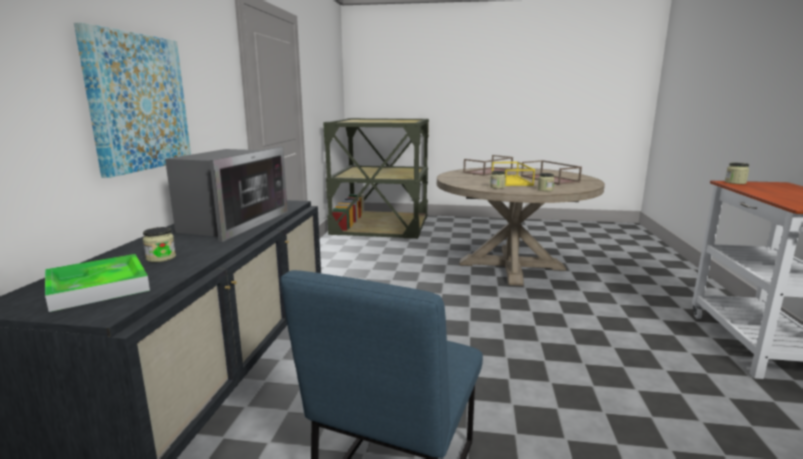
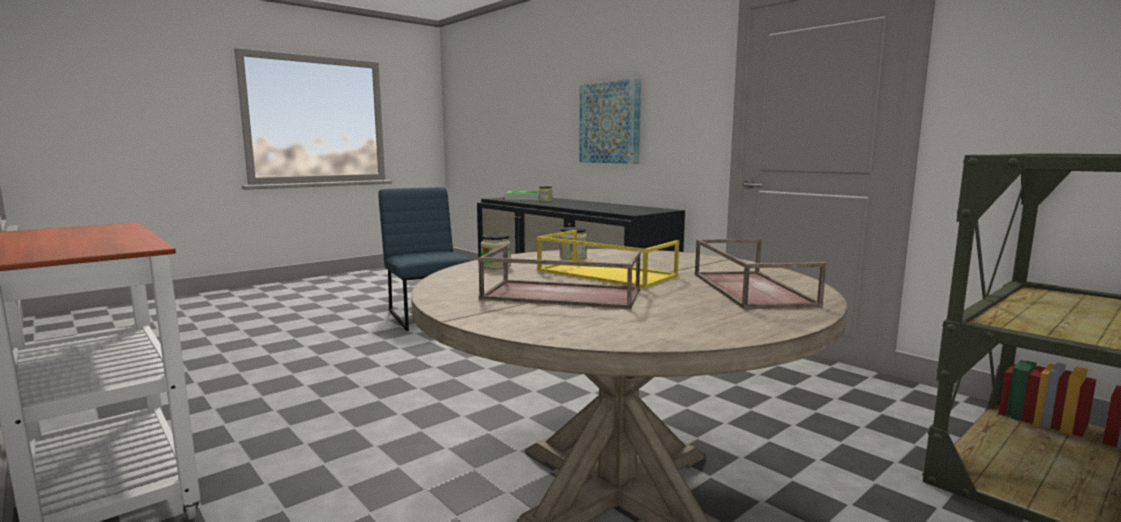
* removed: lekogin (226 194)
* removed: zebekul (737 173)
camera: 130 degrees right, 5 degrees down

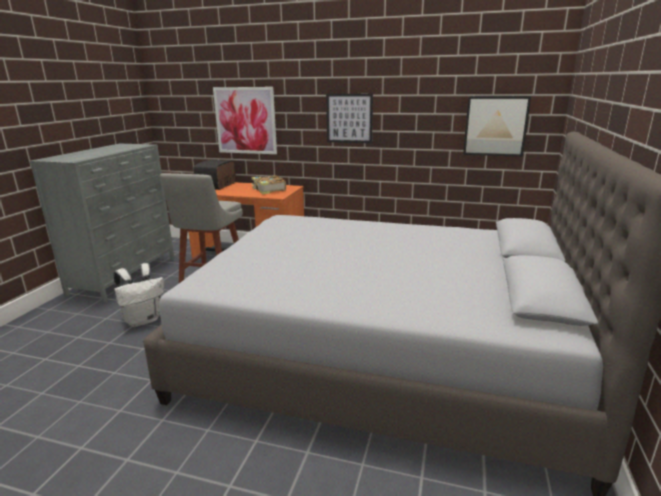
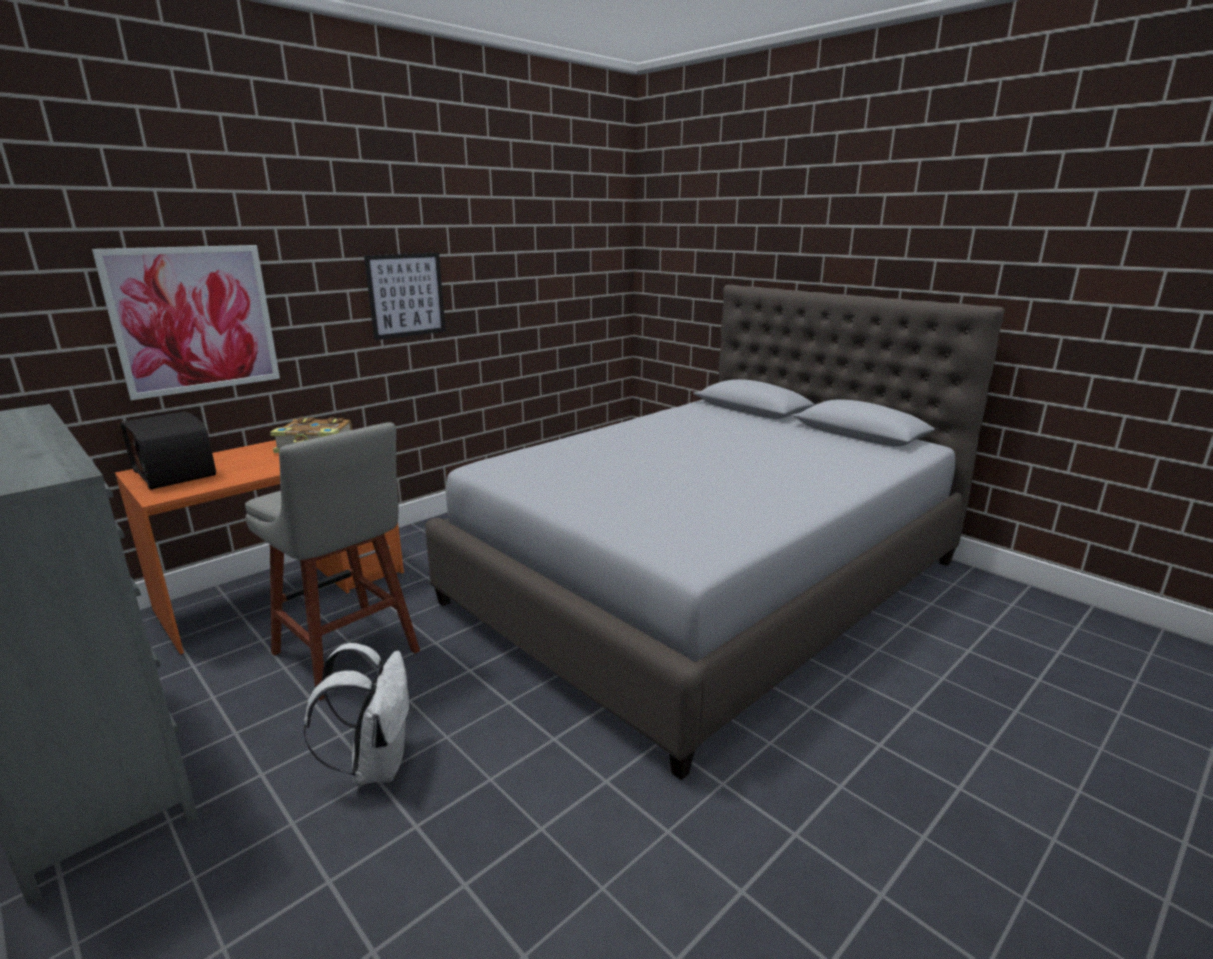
* removed: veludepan (497 126)
camera: 60 degrees left, 0 degrees up

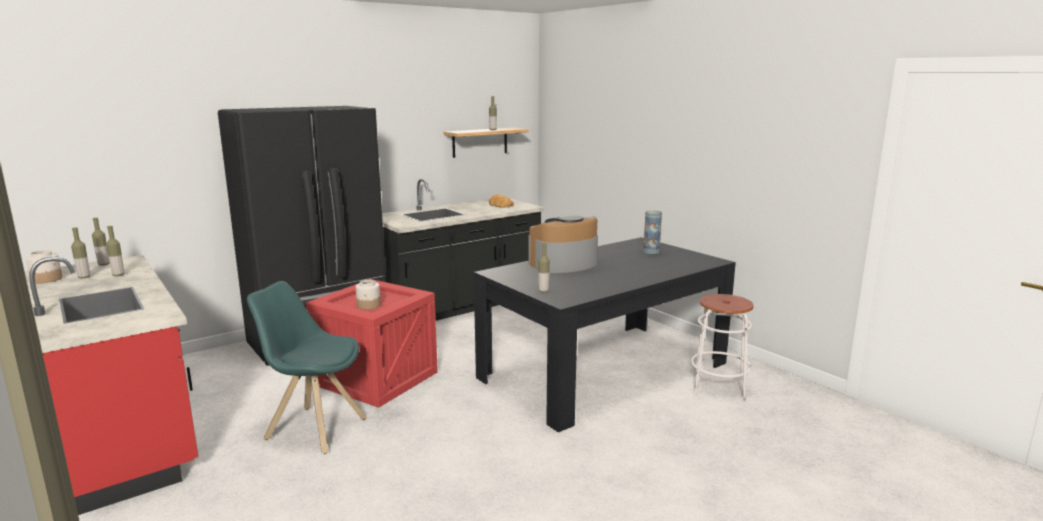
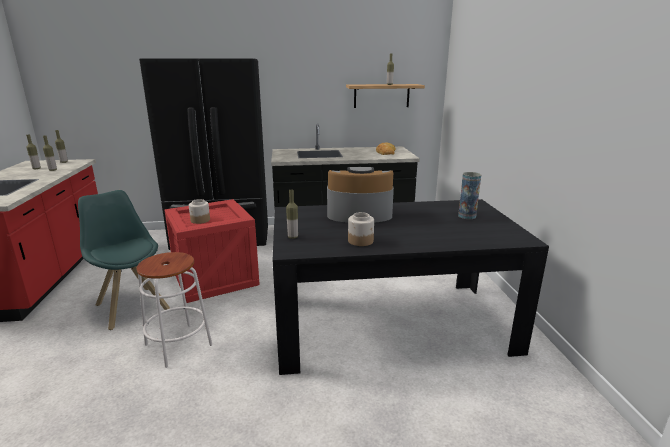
* moved: zebekul (44 266) to (361 229)
* moved: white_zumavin (722 347) to (174 310)
camera: 30 degrees right, 5 degrees up

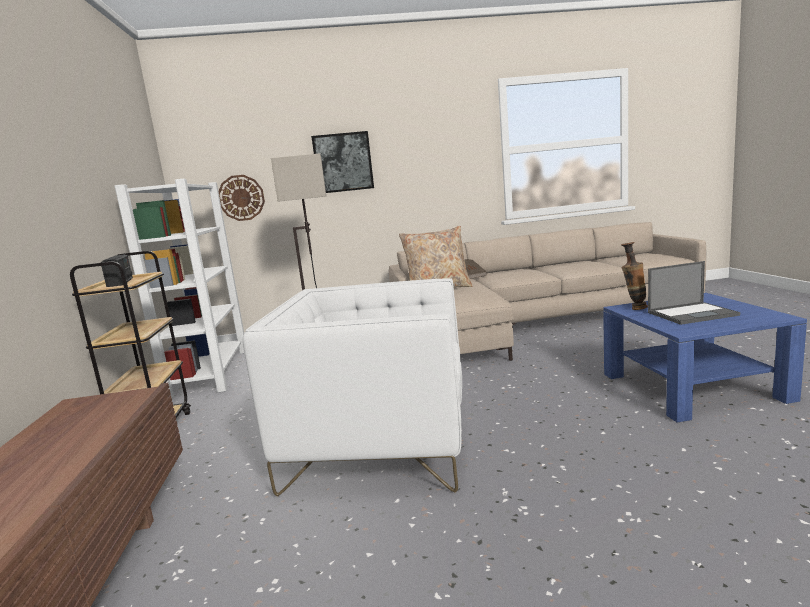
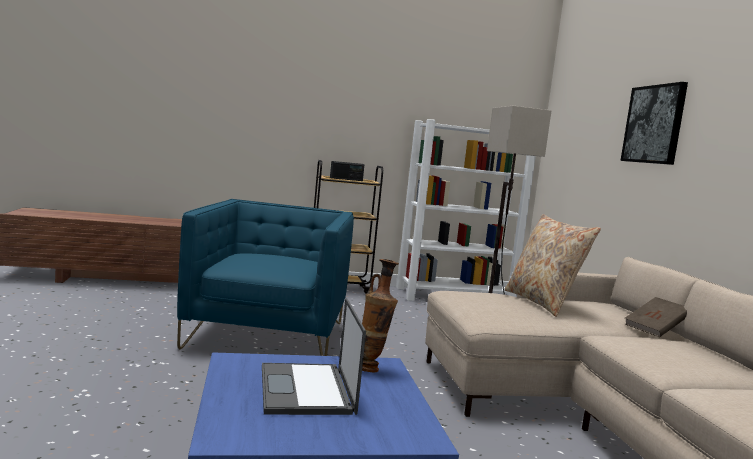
* removed: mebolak (241 198)
* recoloured: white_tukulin (352 387) to blue_tukulin (265 277)
camera: 85 degrees right, 5 degrees down

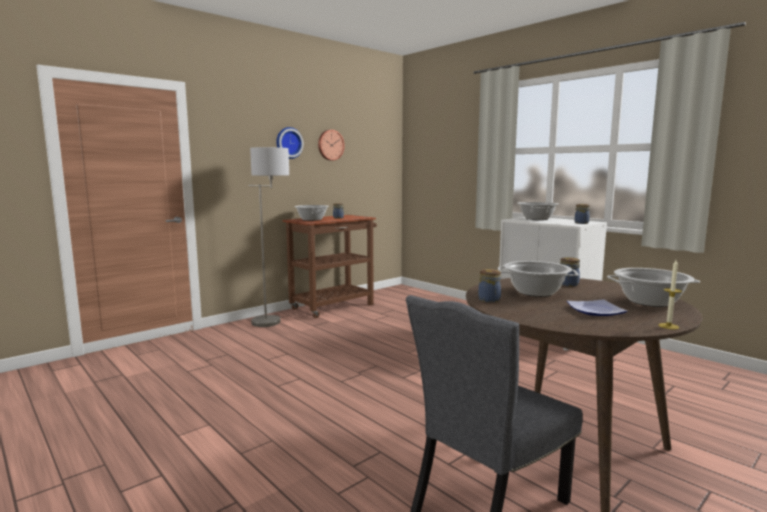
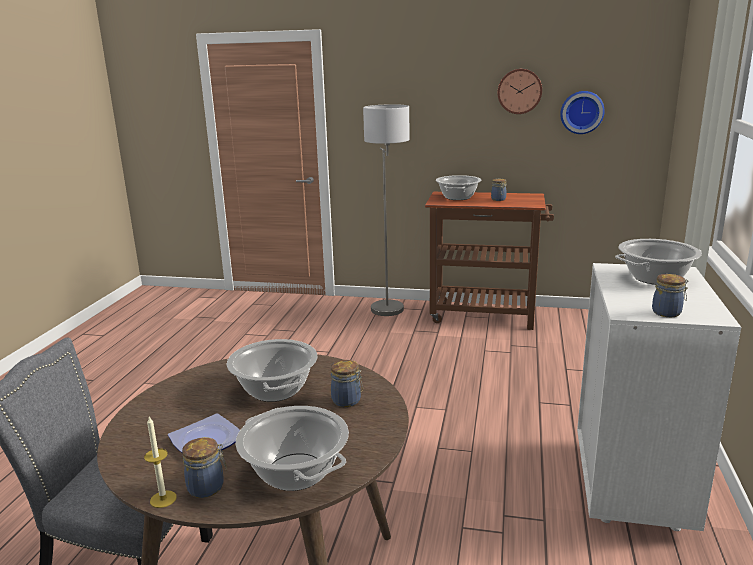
* moved: mebolak (290 143) to (582 112)
* moved: zebekul (489 285) to (204 467)
camera: 55 degrees right, 10 degrees up

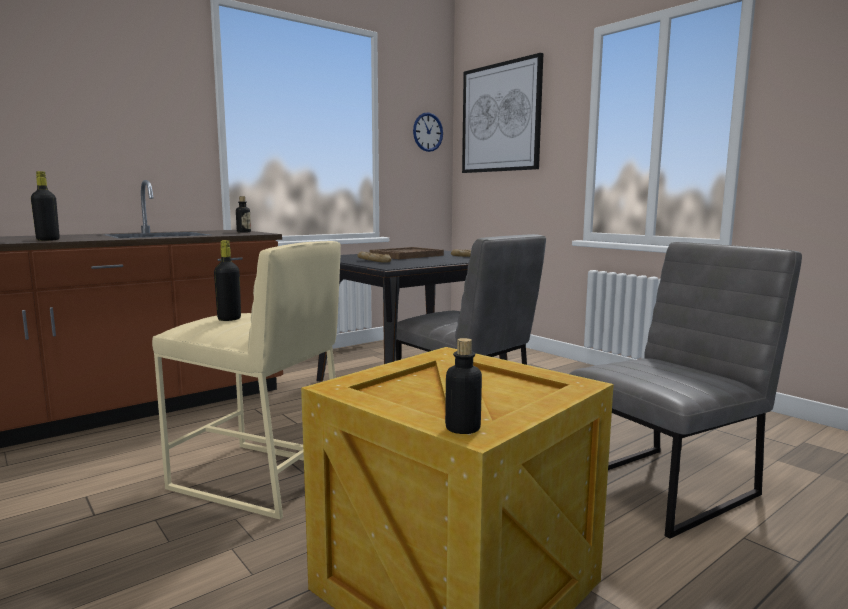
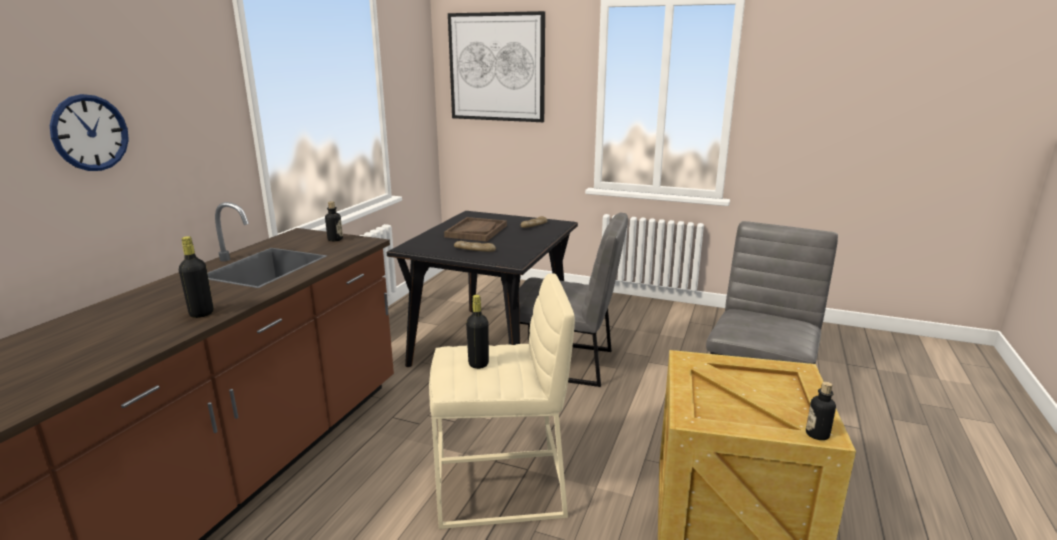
* moved: mebolak (428 132) to (89 132)
camera: 30 degrees left, 10 degrees up

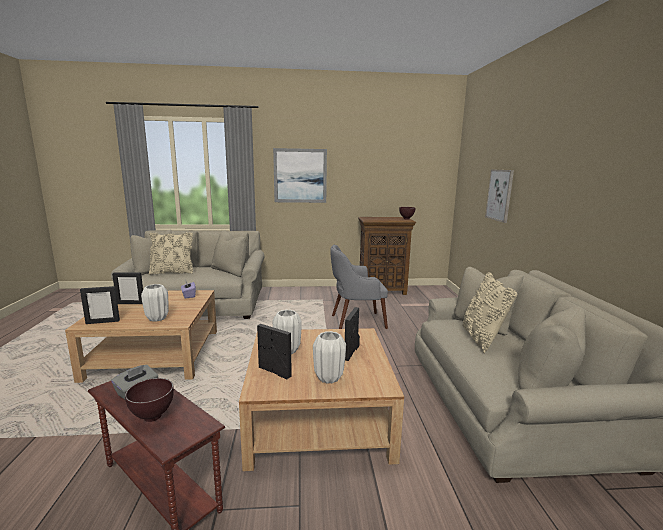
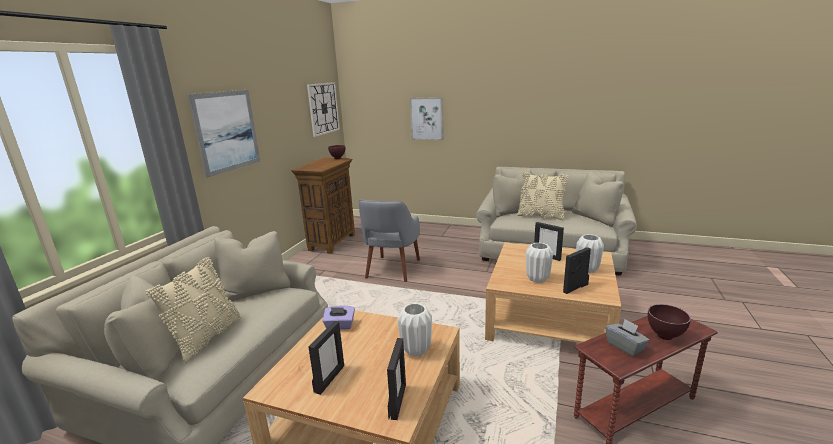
* added: mebolak (323 109)
camera: 65 degrees left, 5 degrees up

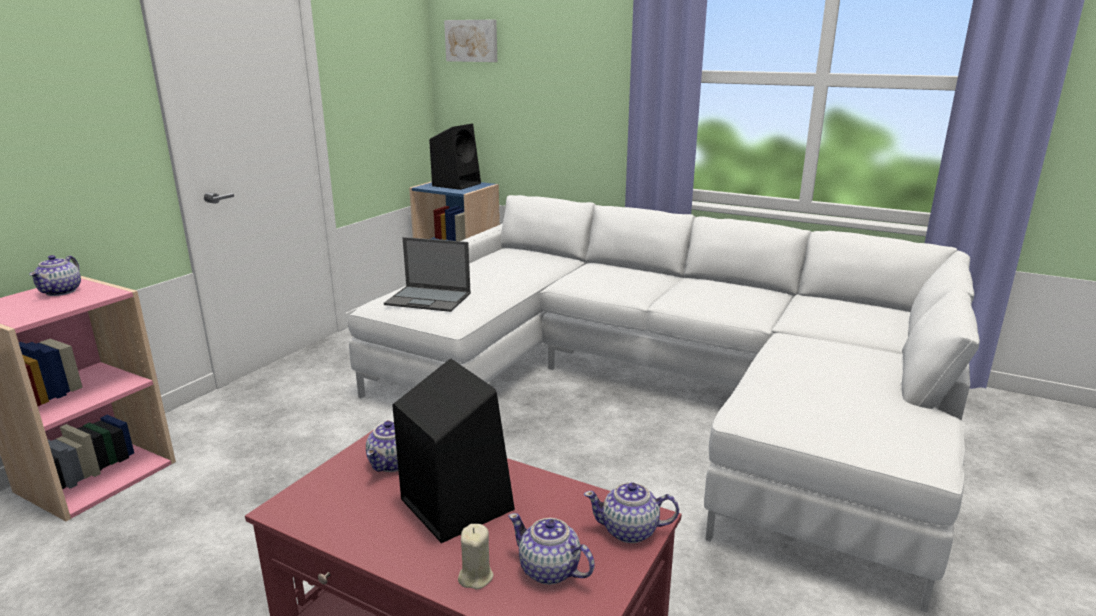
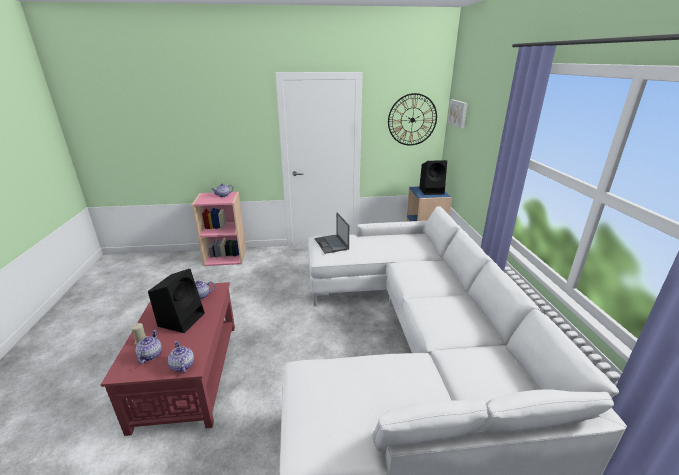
* added: mebolak (412 119)
camera: 55 degrees right, 5 degrees up

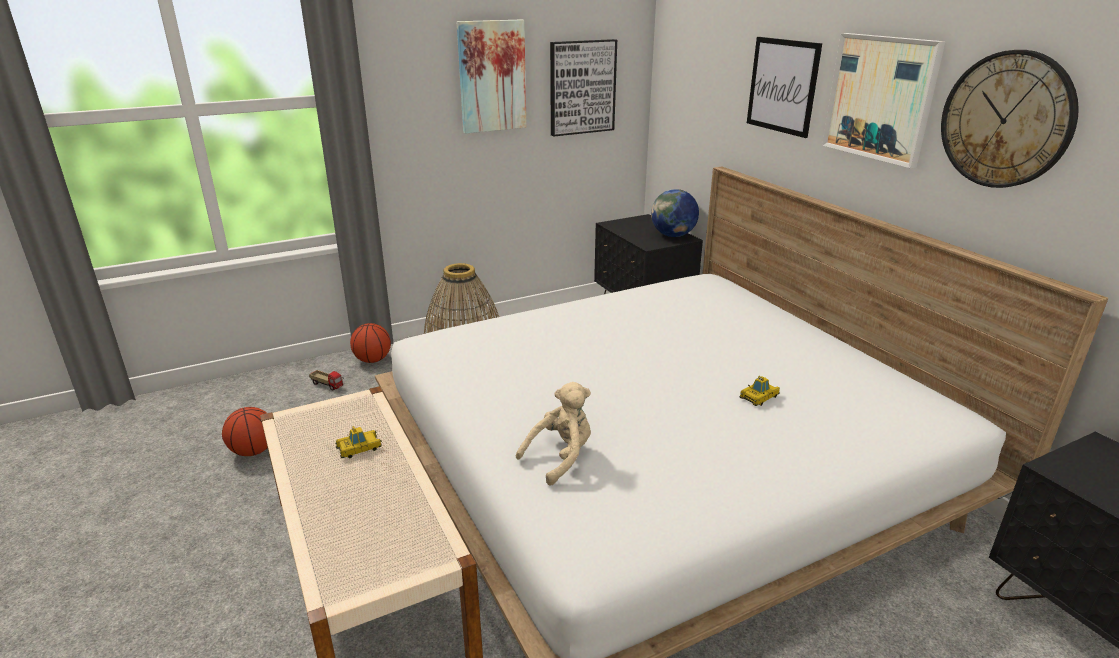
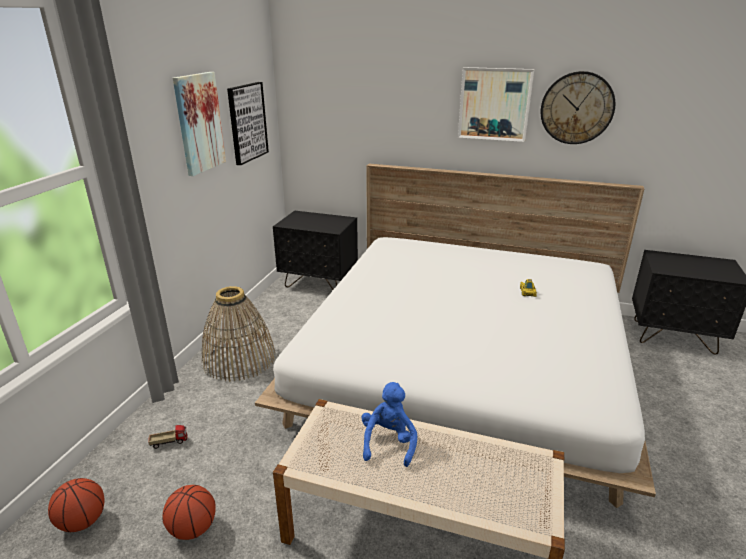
* removed: veludepan (784 87)
* removed: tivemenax (675 213)
* moved: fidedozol (370 343) to (76 505)
* removed: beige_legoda (553 434)
* replaced: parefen (358 442) to blue_legoda (389 424)
camera: 45 degrees left, 0 degrees up

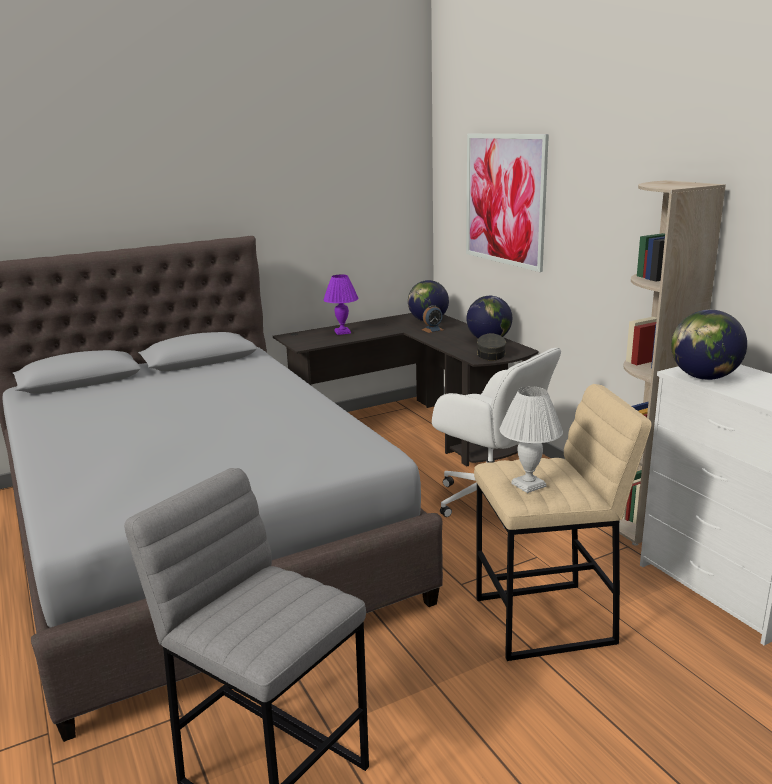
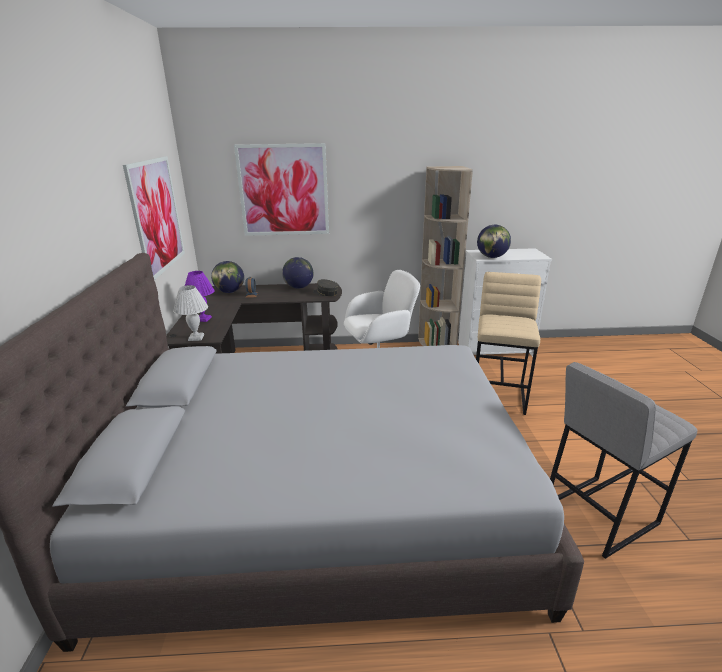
* moved: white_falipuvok (531 439) to (190 313)
* added: veludepan (154 218)
camera: 65 degrees left, 5 degrees up

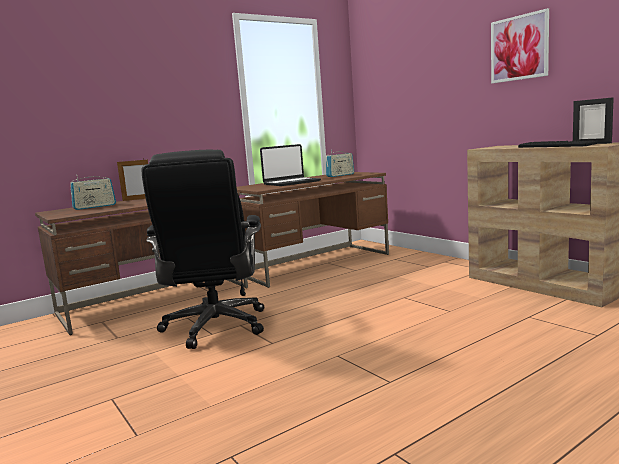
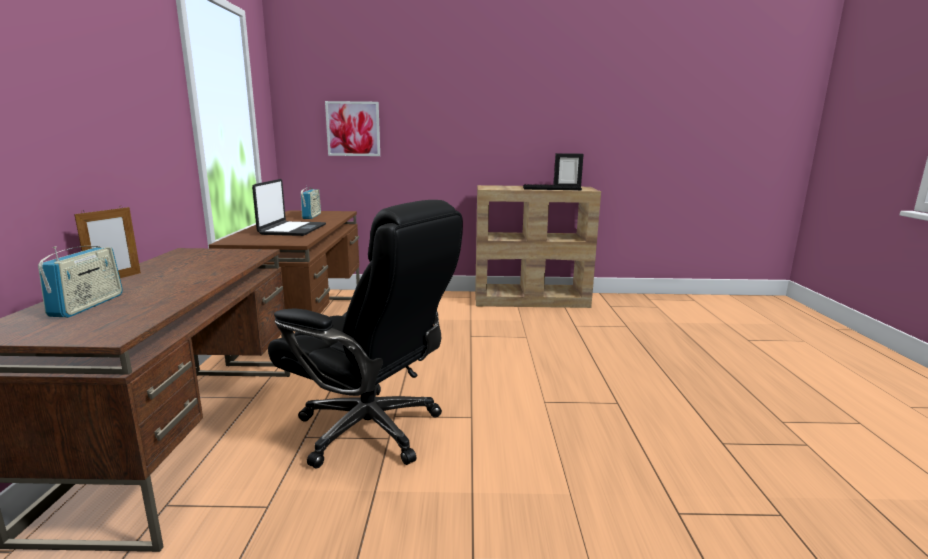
* moved: veludepan (520 45) to (352 128)
camera: 55 degrees left, 5 degrees up

